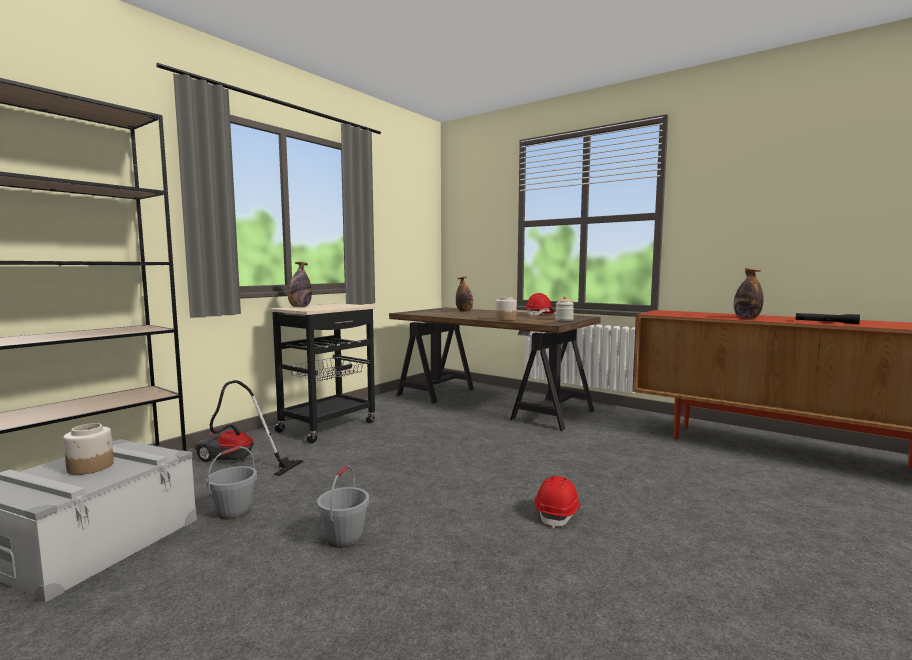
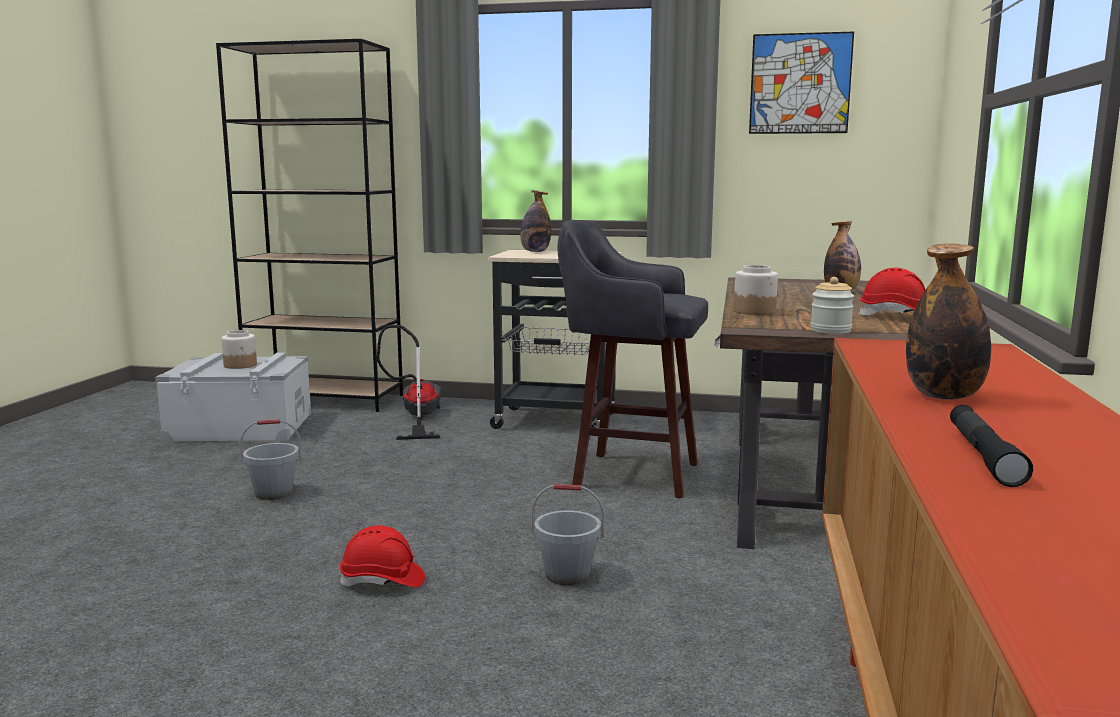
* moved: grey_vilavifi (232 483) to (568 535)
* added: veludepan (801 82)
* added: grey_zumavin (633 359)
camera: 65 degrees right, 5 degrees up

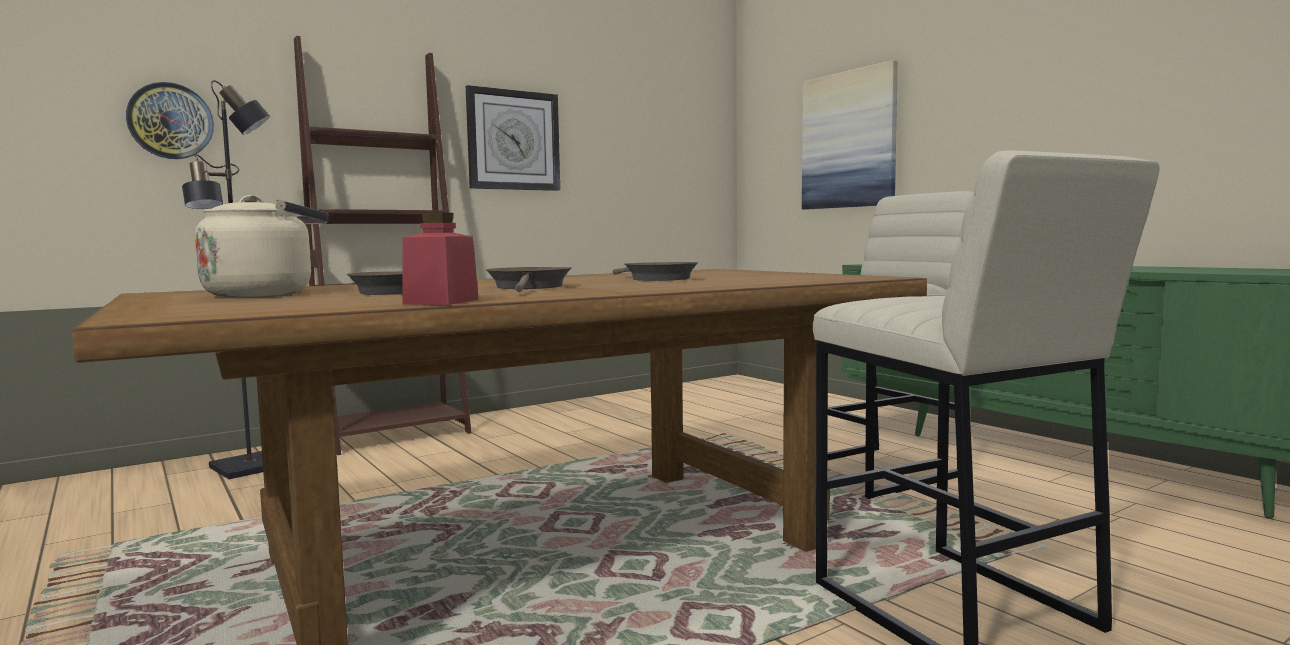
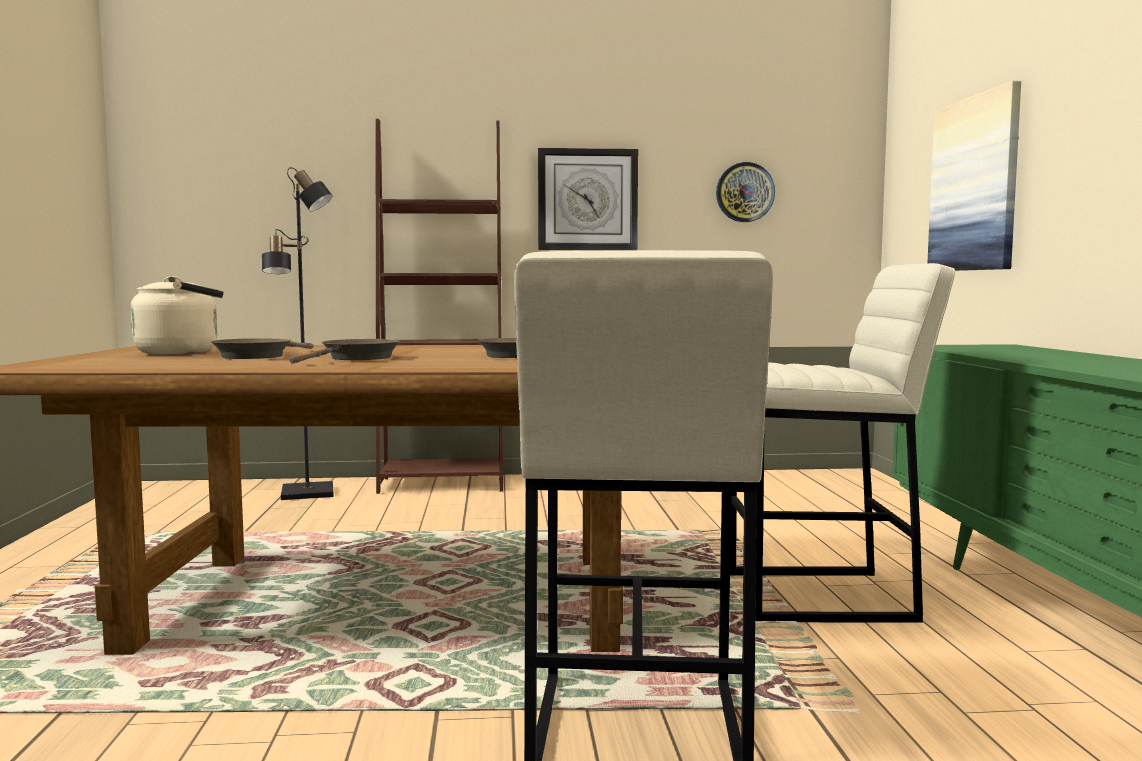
* moved: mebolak (170 120) to (745 192)
* removed: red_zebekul (440 259)
camera: 30 degrees right, 0 degrees up

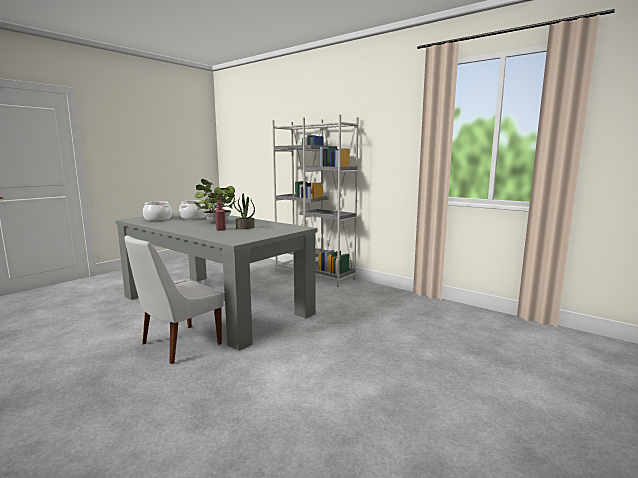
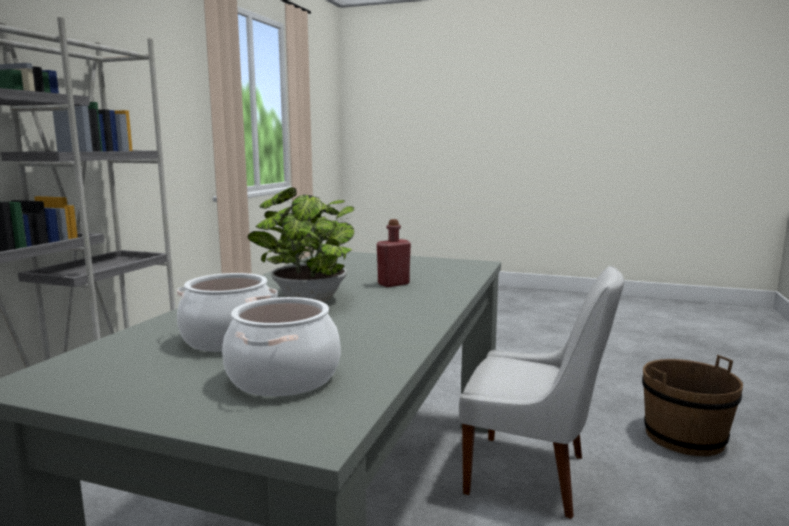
* removed: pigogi (244 211)
* added: brown_vilavifi (692 405)
camera: 110 degrees left, 0 degrees up

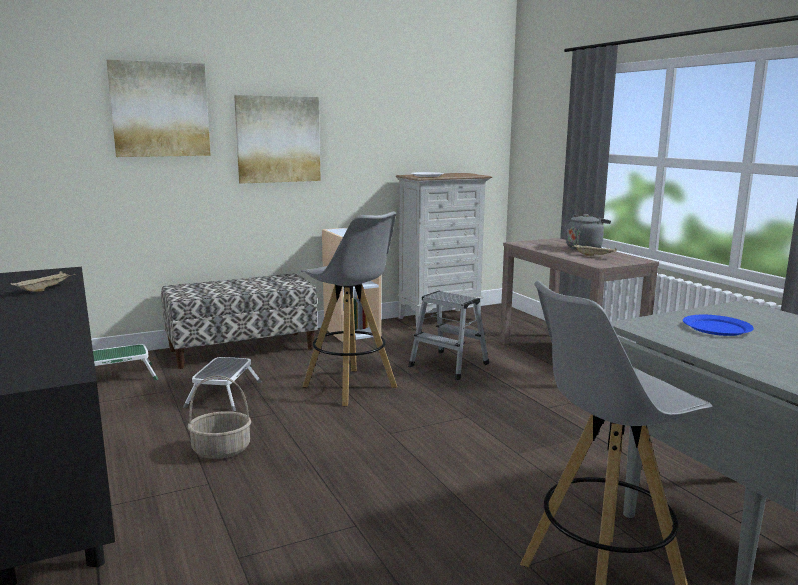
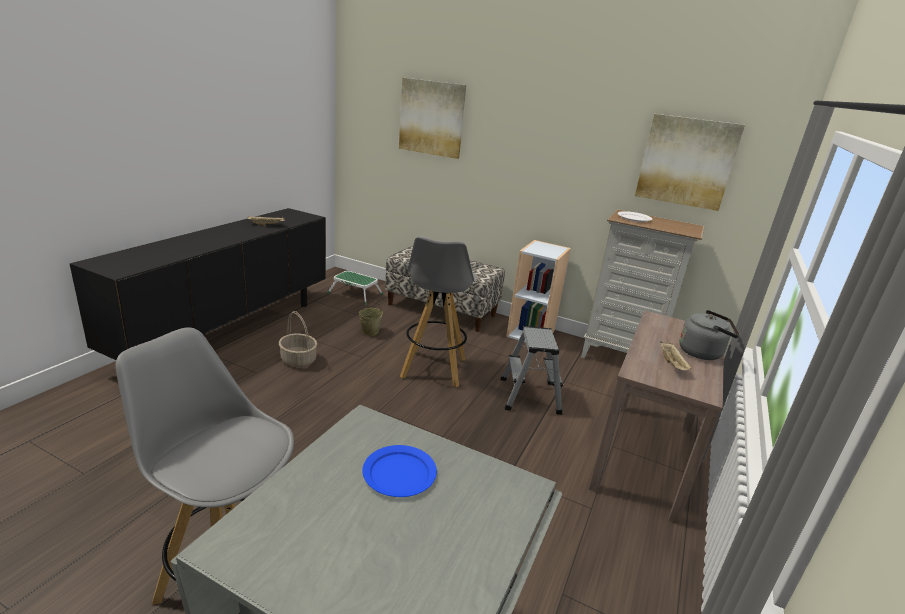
* moved: veludepan (277 139) to (690 162)
* replaced: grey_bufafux (222 384) to beige_vilavifi (371 318)
camera: 50 degrees right, 10 degrees up

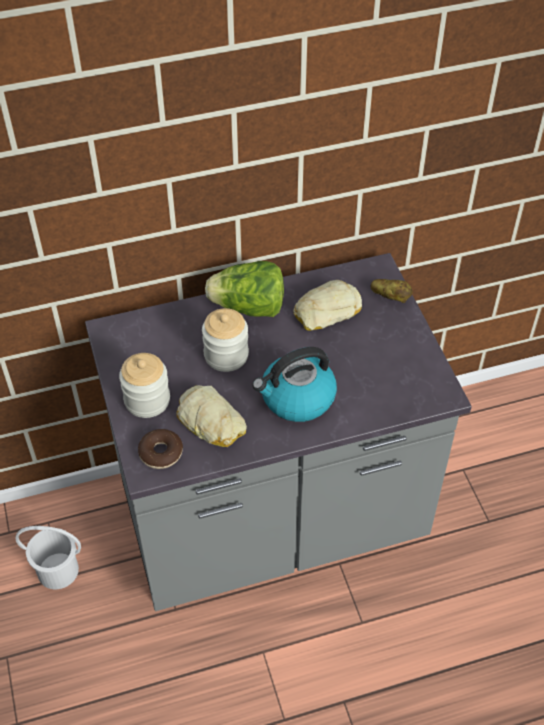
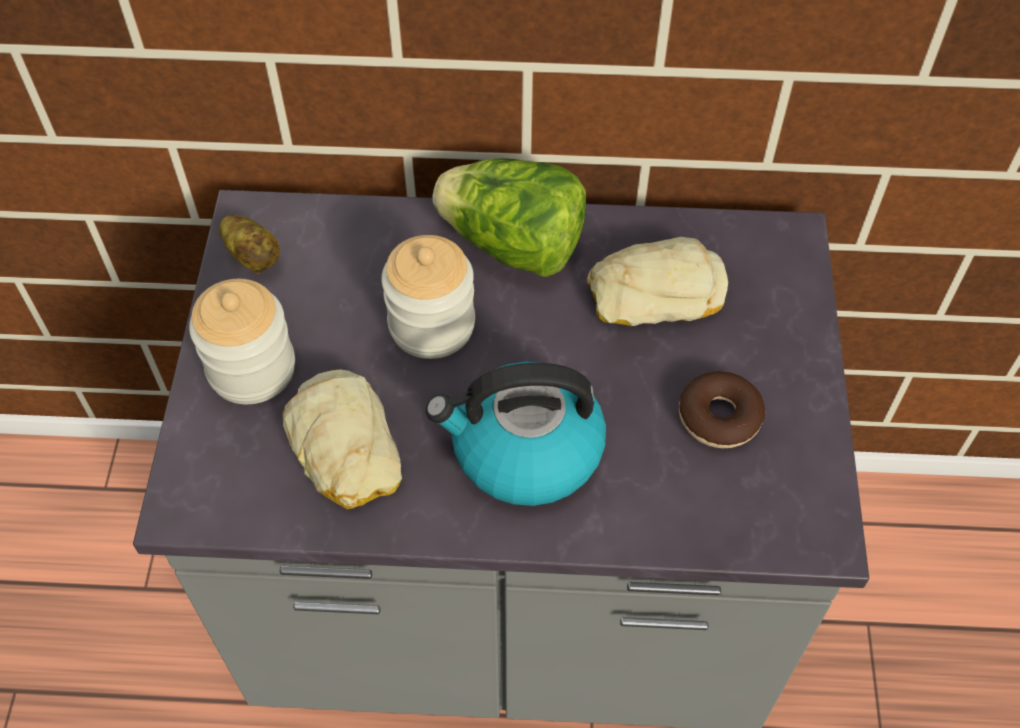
* moved: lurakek (392 291) to (249 244)
* moved: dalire (160 449) to (722 409)
* removed: white_vilavifi (48 557)
camera: 20 degrees right, 5 degrees up

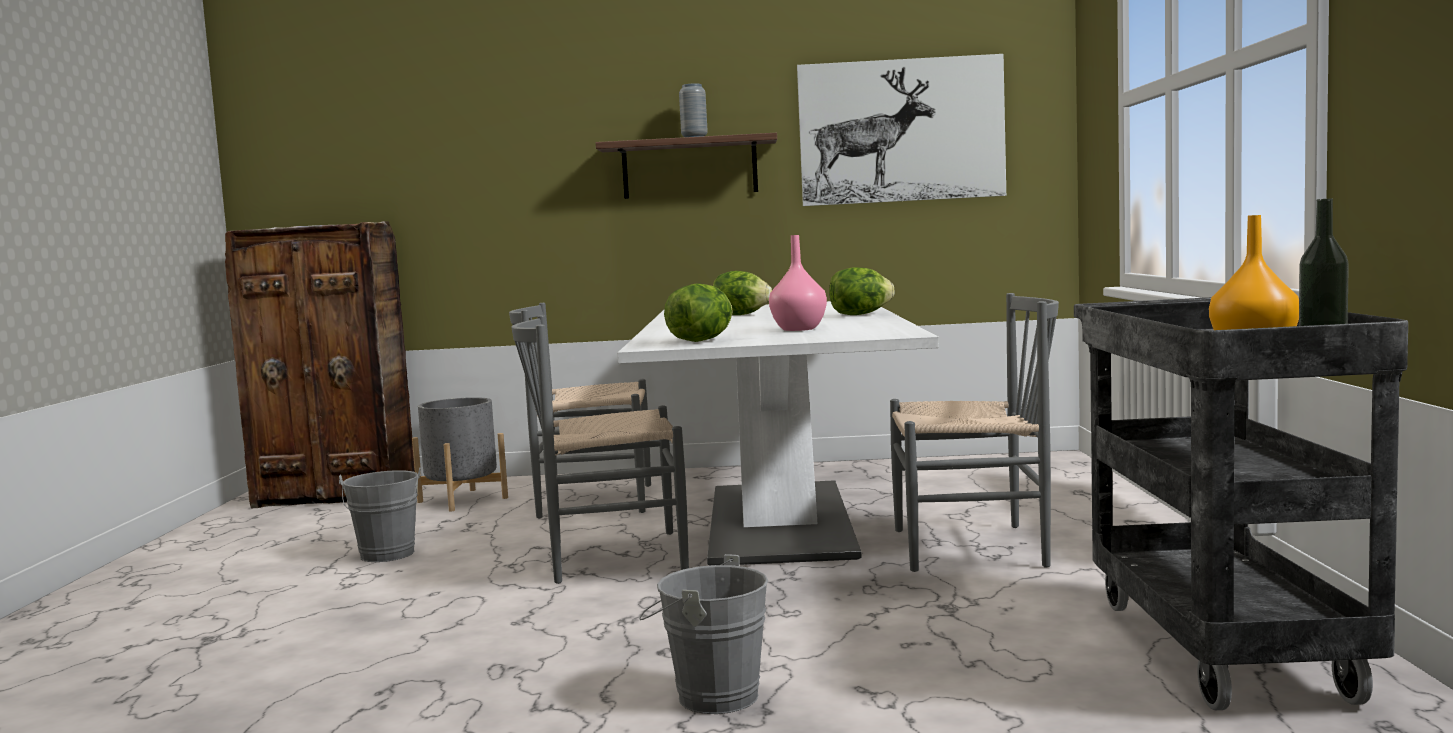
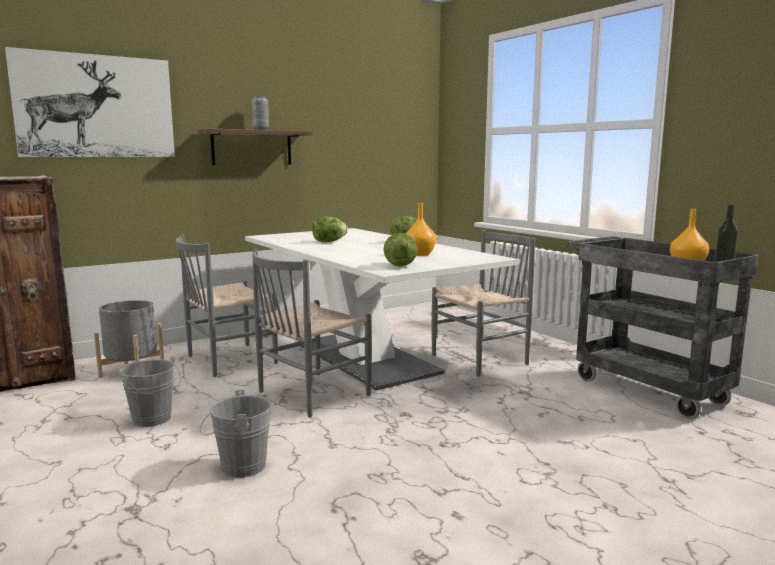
* moved: veludepan (901 130) to (90 102)
* recoloured: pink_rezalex (798 283) to orange_rezalex (420 229)
* moved: grey_vilavifi (703 634) to (236 433)
camera: 35 degrees left, 5 degrees up

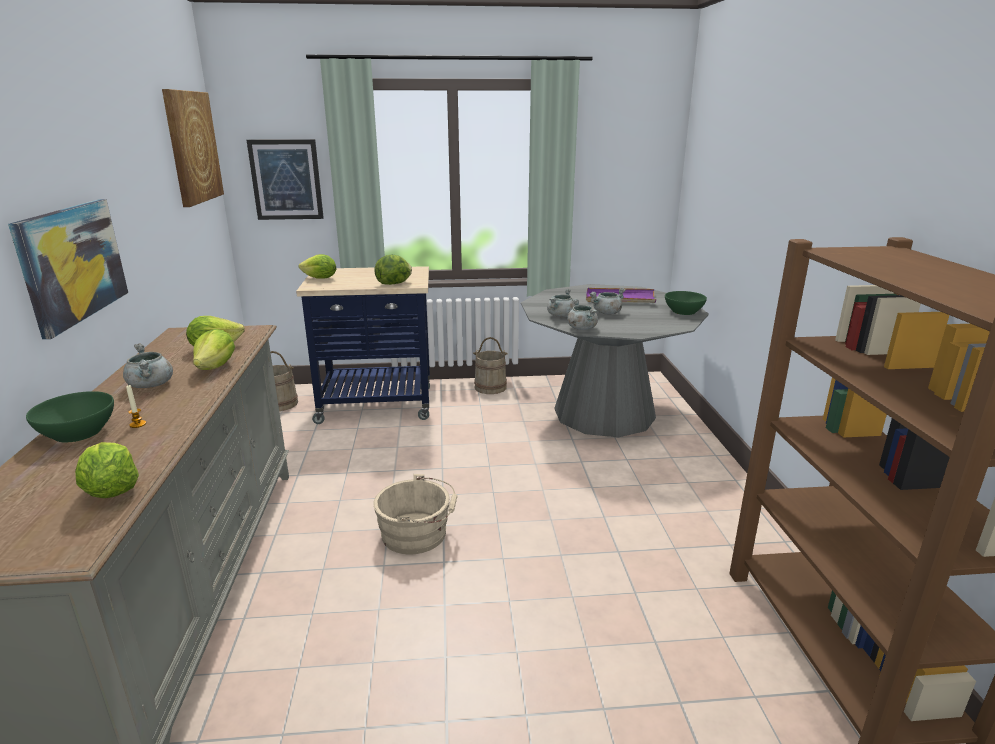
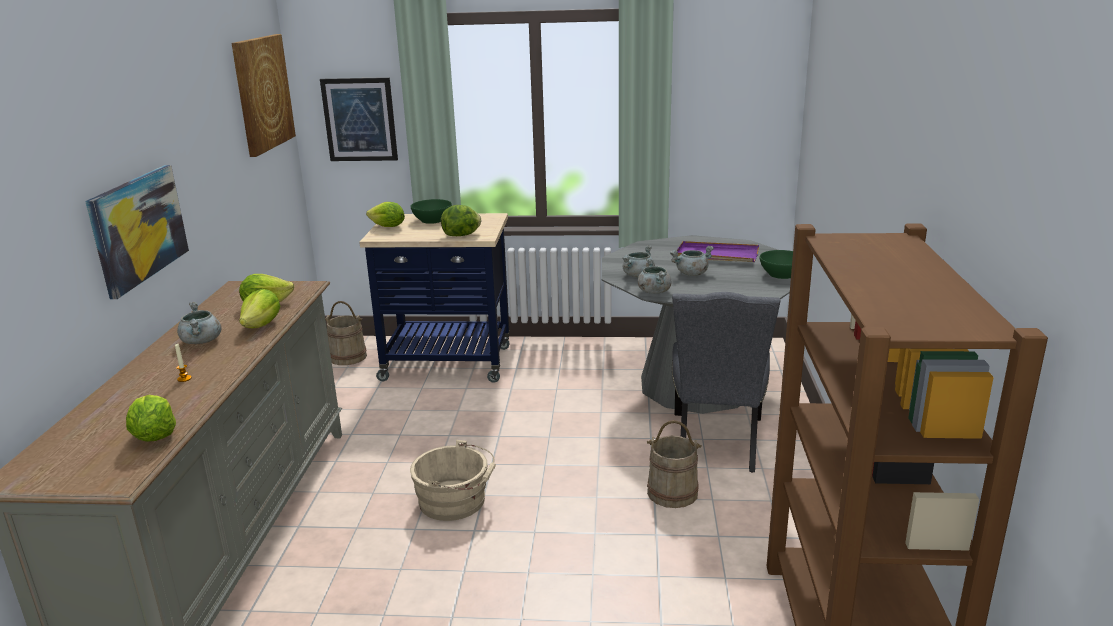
* moved: beige_vilavifi (490 365) to (674 464)
* moved: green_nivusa (70 416) to (431 211)
* added: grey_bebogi (726 382)
camera: 10 degrees right, 0 degrees up

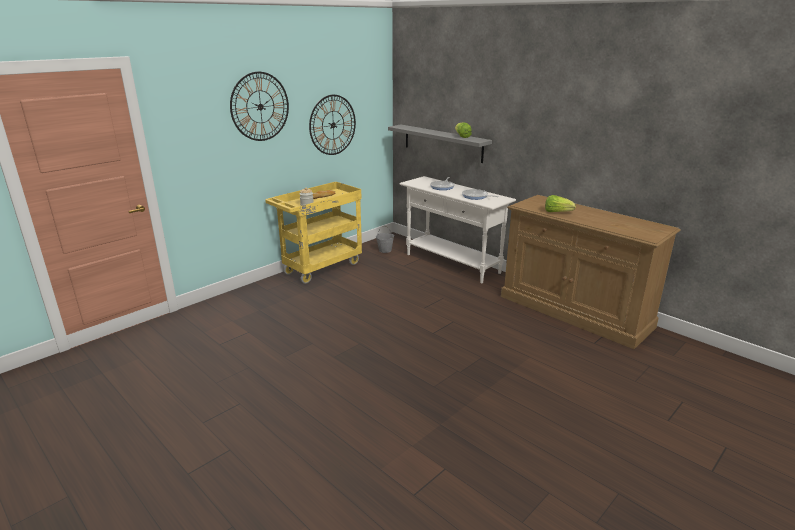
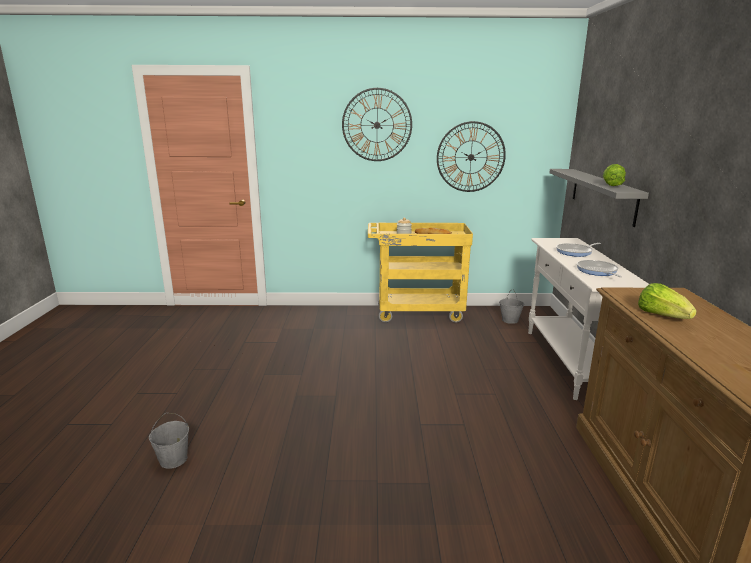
* added: grey_vilavifi (169 441)
camera: 45 degrees right, 5 degrees down

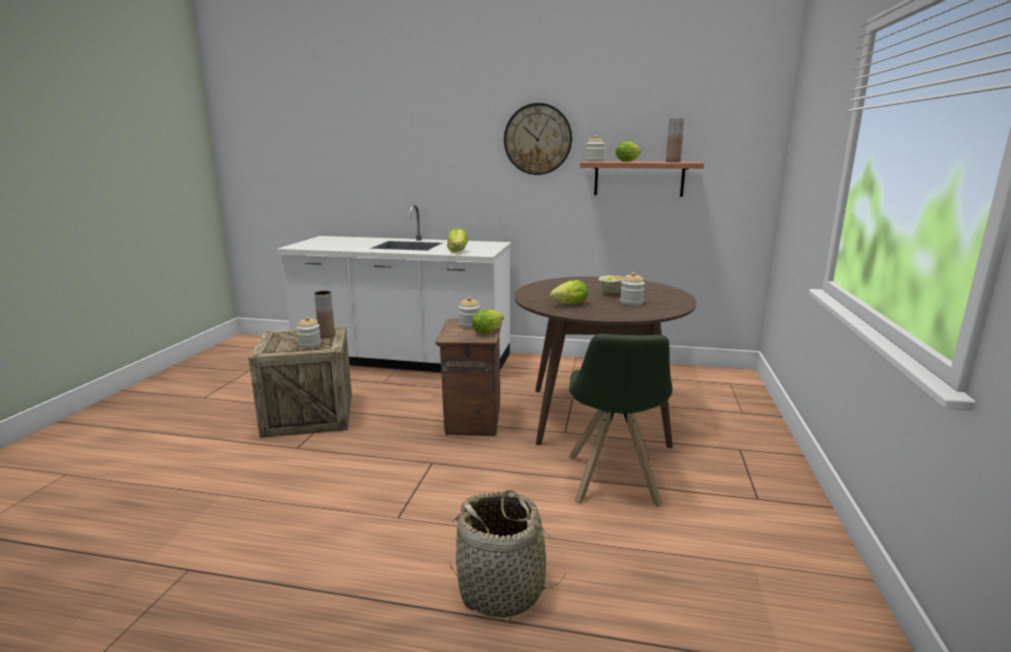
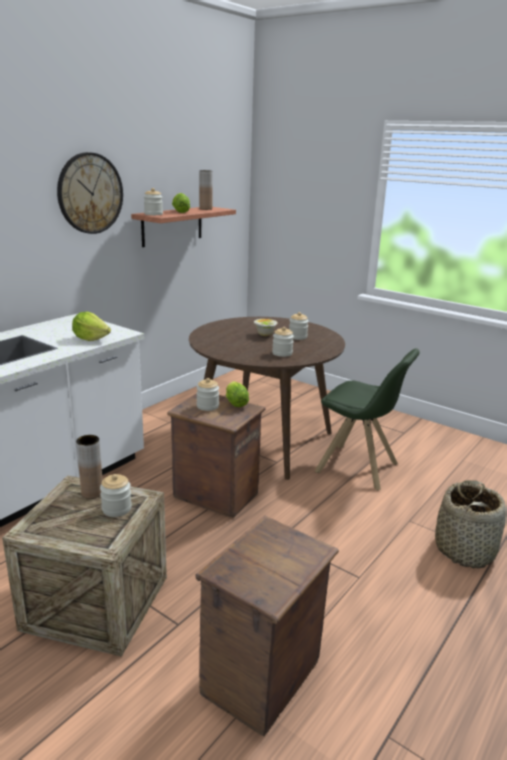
* replaced: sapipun (569 292) to zebekul (283 342)
* added: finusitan (267 626)
camera: 65 degrees left, 5 degrees up

